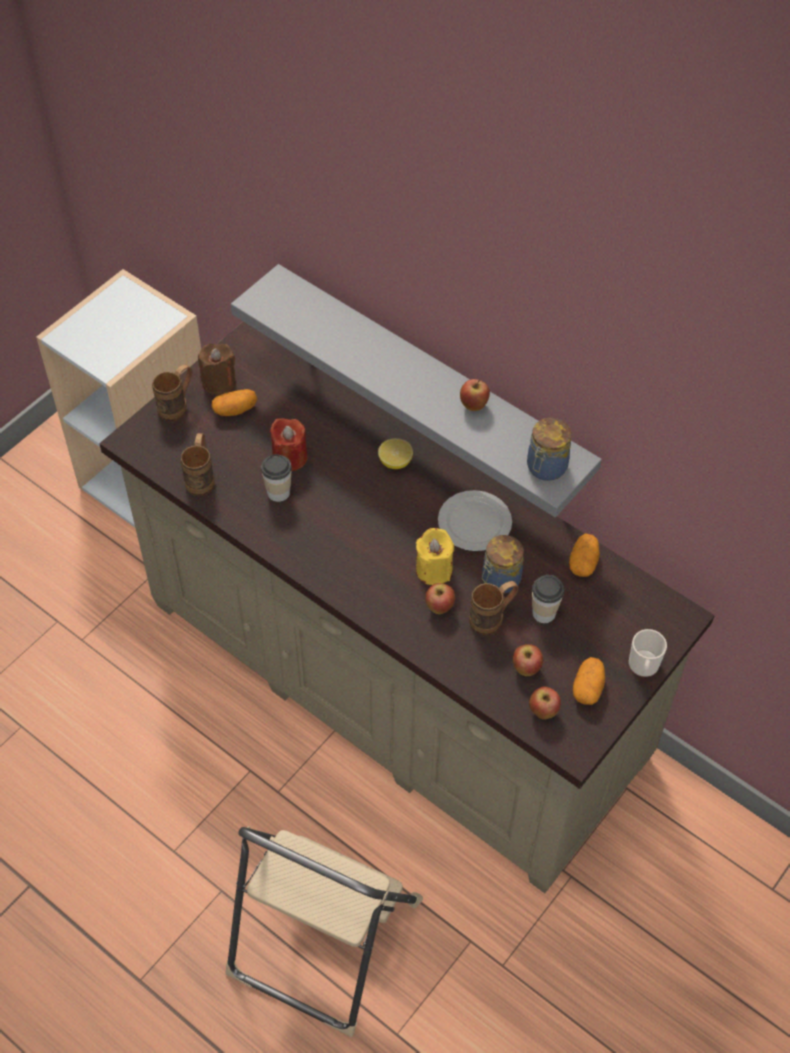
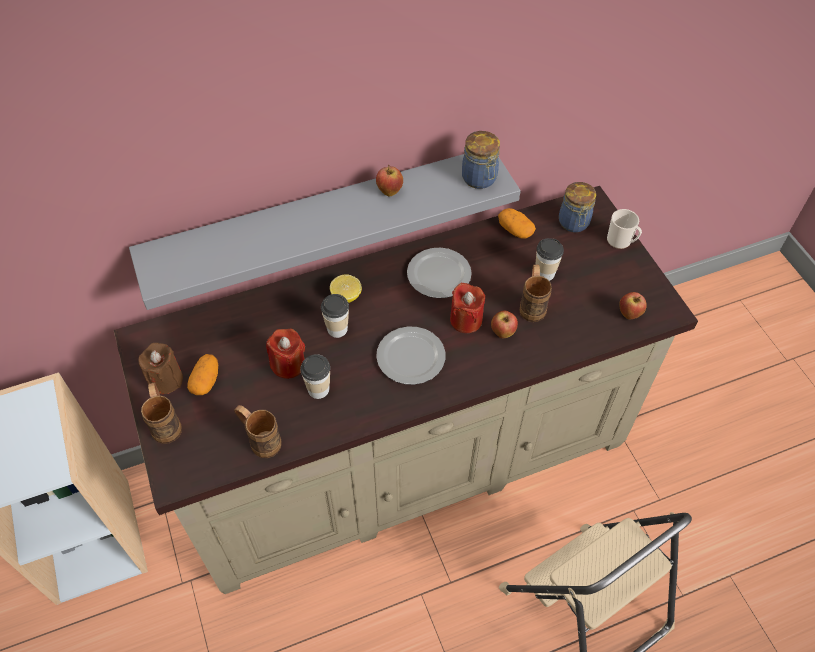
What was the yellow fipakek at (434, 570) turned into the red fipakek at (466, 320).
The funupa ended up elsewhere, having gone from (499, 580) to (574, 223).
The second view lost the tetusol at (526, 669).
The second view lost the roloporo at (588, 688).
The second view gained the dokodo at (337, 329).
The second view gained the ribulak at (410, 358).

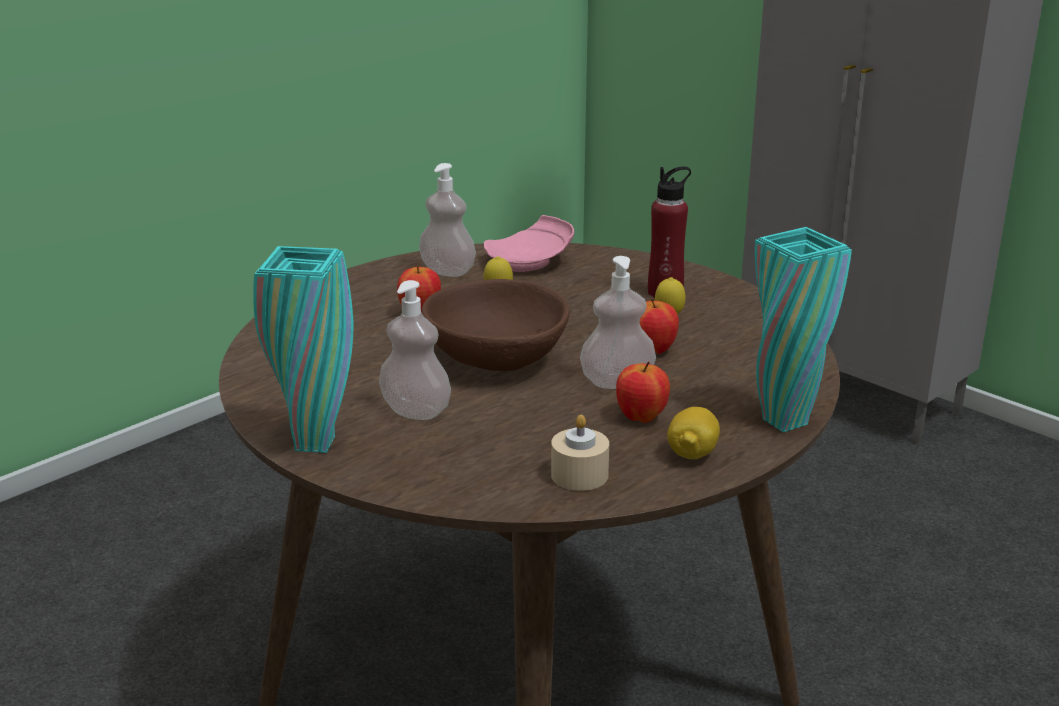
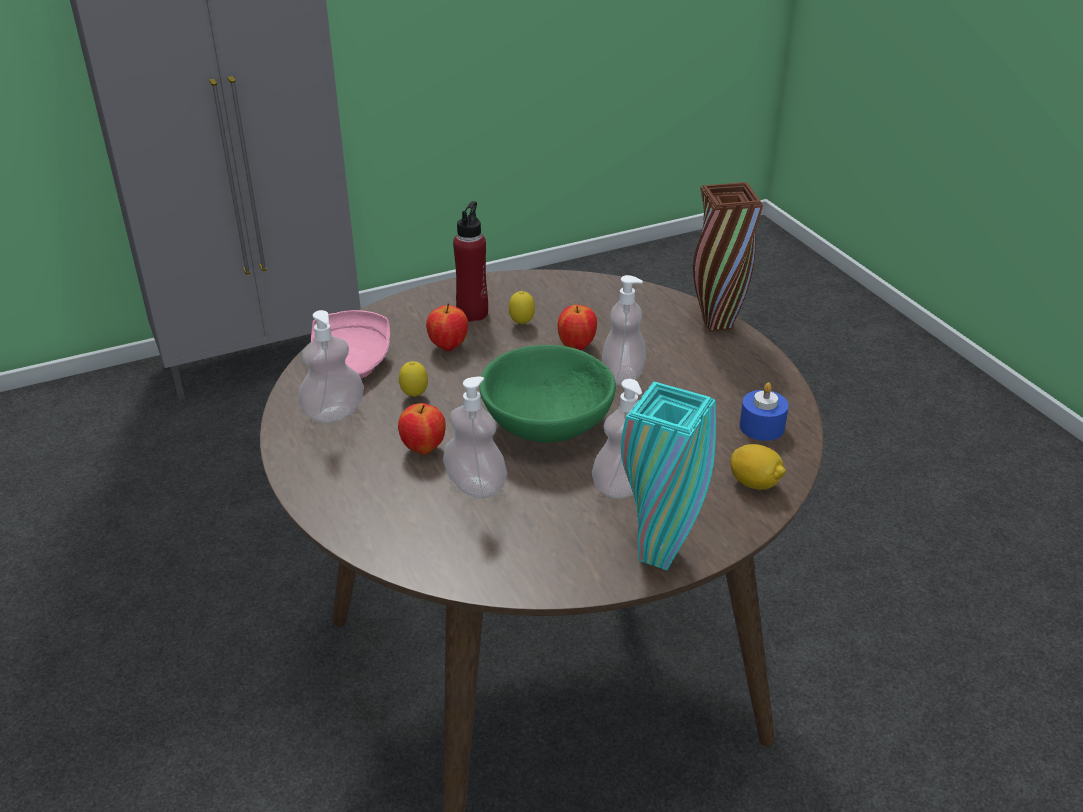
What was the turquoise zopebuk at (785, 421) turned into the brown zopebuk at (717, 323).
What was the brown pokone at (497, 360) turned into the green pokone at (549, 424).
The tetusol ended up elsewhere, having gone from (641, 418) to (448, 346).
The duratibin ended up elsewhere, having gone from (692, 454) to (755, 483).
What was the beige fipakek at (579, 475) turned into the blue fipakek at (762, 427).
The second view gained the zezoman at (475, 486).

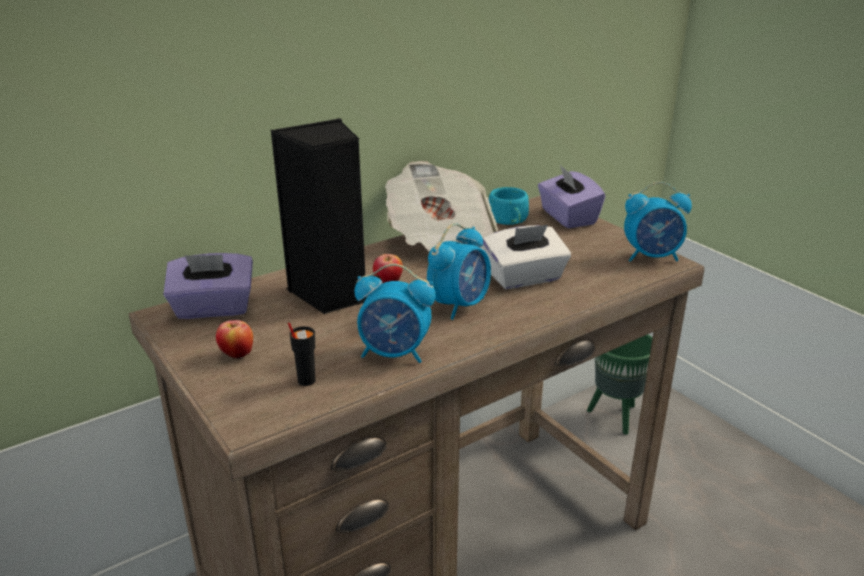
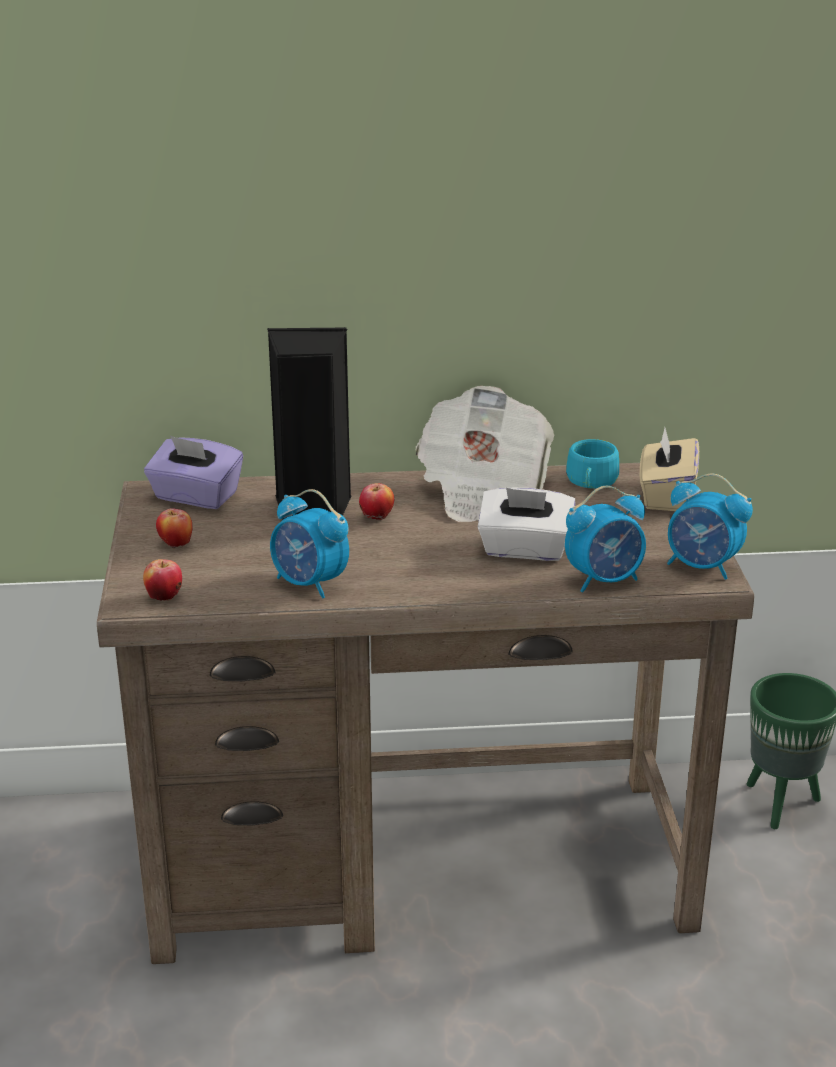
What was the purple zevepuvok at (567, 217) turned into the beige zevepuvok at (666, 496).
The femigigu ended up elsewhere, having gone from (459, 305) to (604, 580).
The second view lost the black dokodo at (306, 380).
The second view gained the tetusol at (164, 597).

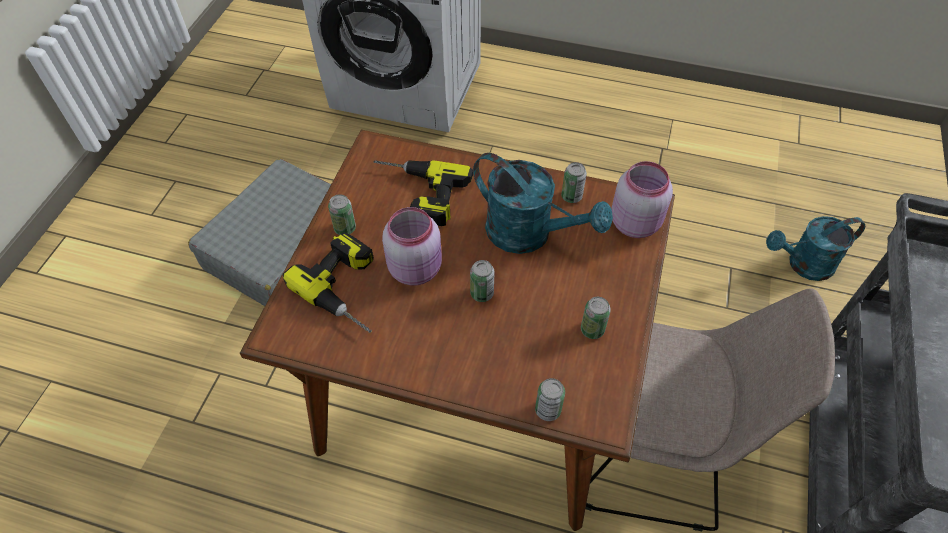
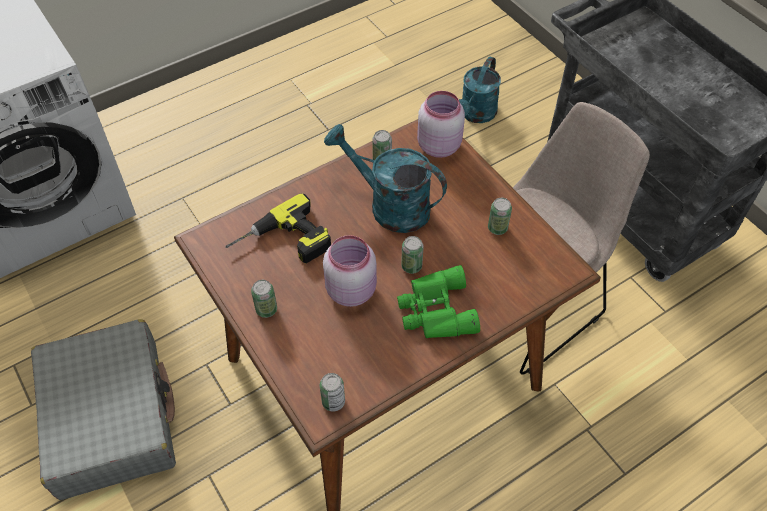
The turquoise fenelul at (529, 234) ended up facing another way, 135 degrees counterclockwise from before.
The second view lost the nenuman at (350, 288).
The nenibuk ended up elsewhere, having gone from (548, 410) to (333, 402).
The second view gained the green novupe at (435, 311).

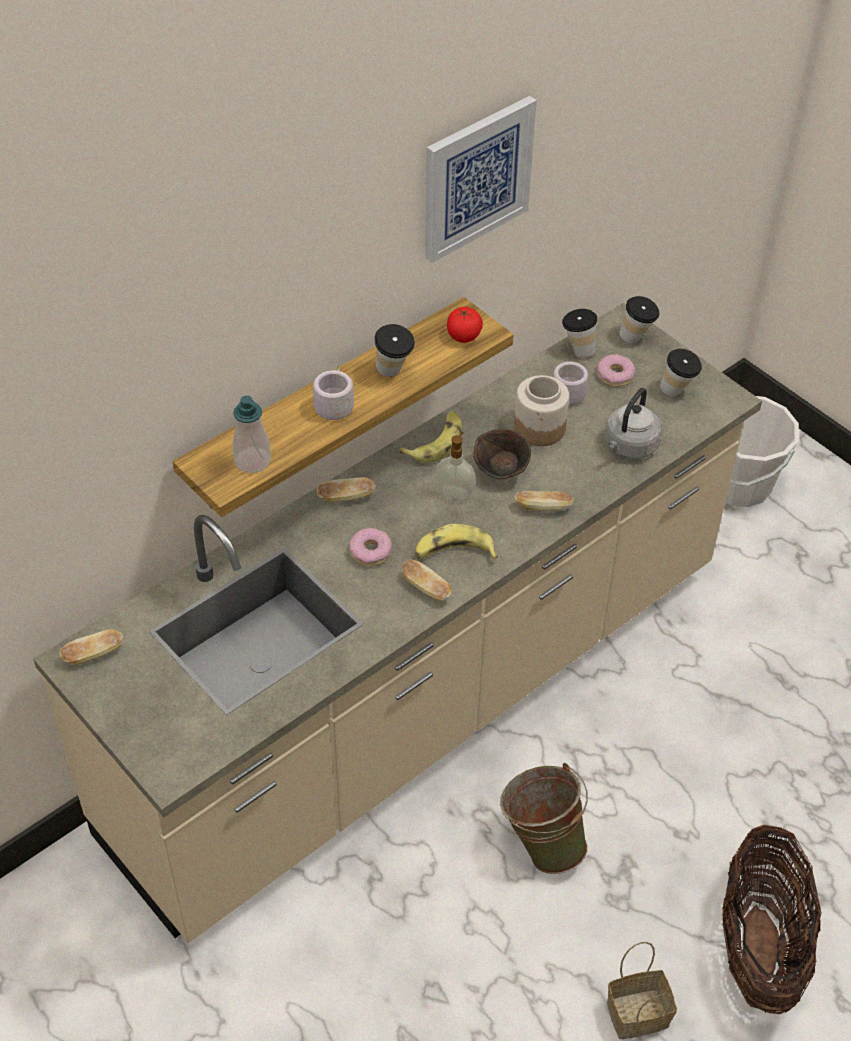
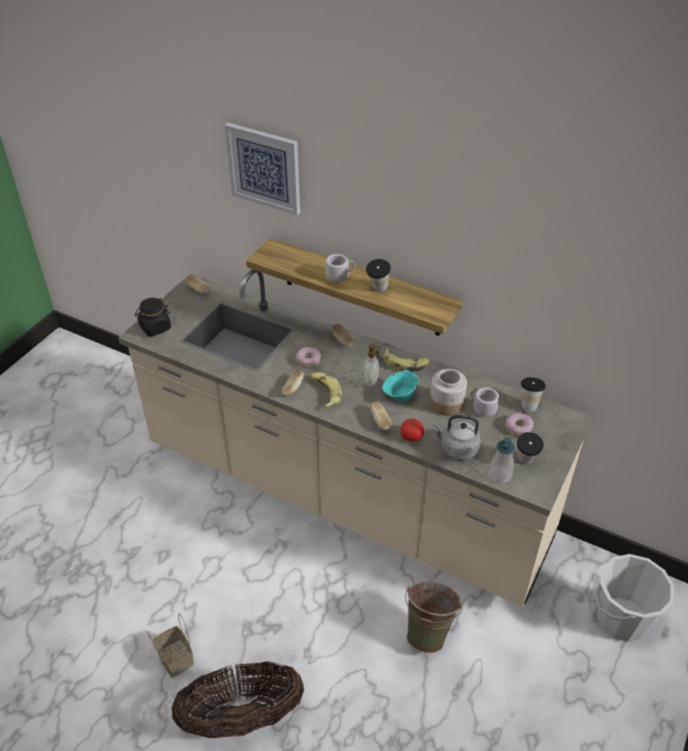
The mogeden ended up elsewhere, having gone from (476, 178) to (264, 168).
The second view lost the dokodo at (636, 338).
The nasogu ended up elsewhere, having gone from (463, 336) to (411, 437).
The zezoman ended up elsewhere, having gone from (252, 461) to (500, 475).
What was the brown pokone at (502, 471) turned into the turquoise pokone at (400, 396).
The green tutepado ended up elsewhere, having gone from (541, 843) to (429, 631).
The second view gained the black funupa at (155, 328).

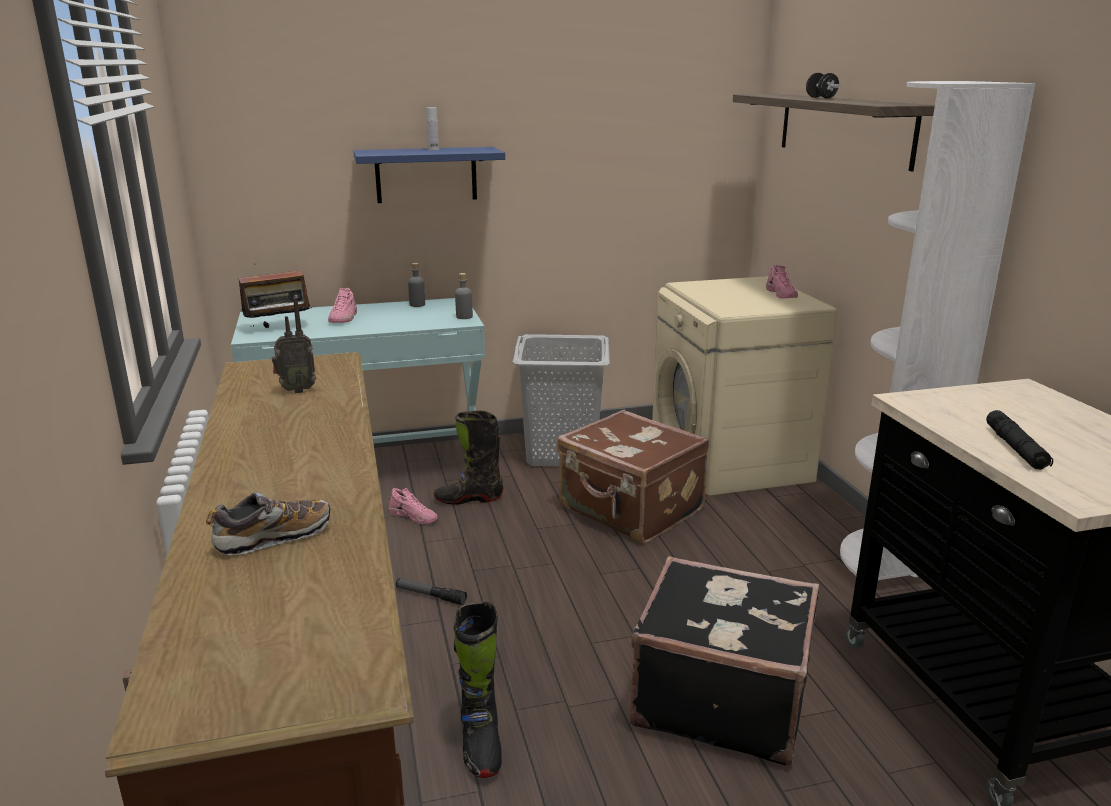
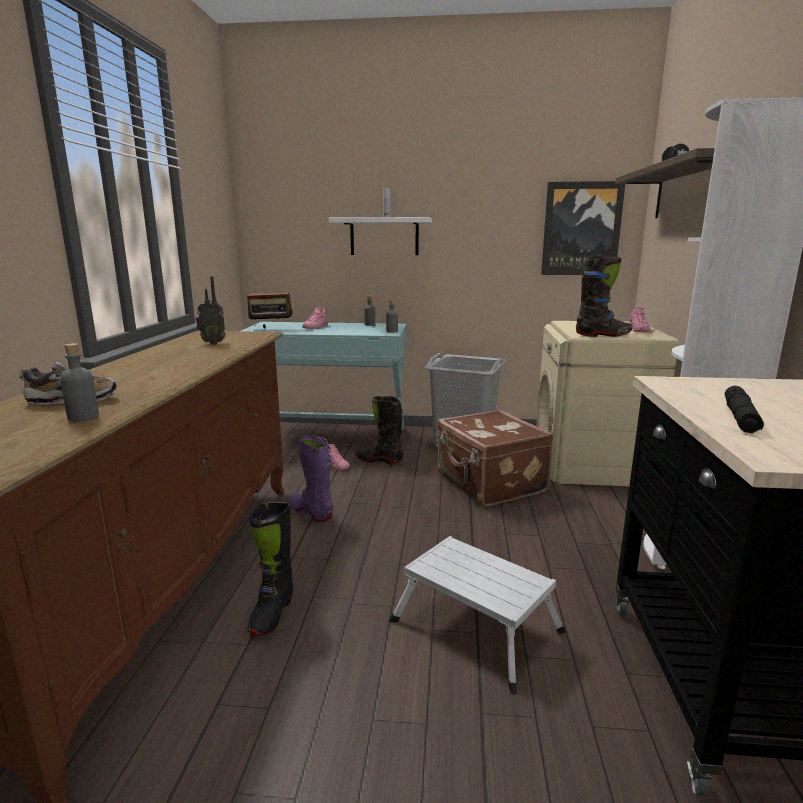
What was the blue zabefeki at (426, 175) turned into the white zabefeki at (384, 236).
Where the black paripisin stood at (720, 697), the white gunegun came to stand at (475, 625).
Where the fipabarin stood at (430, 596), the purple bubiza came to stand at (311, 512).
The second view gained the mogeden at (581, 229).
The second view gained the black bubiza at (603, 335).
The second view gained the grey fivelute at (83, 417).

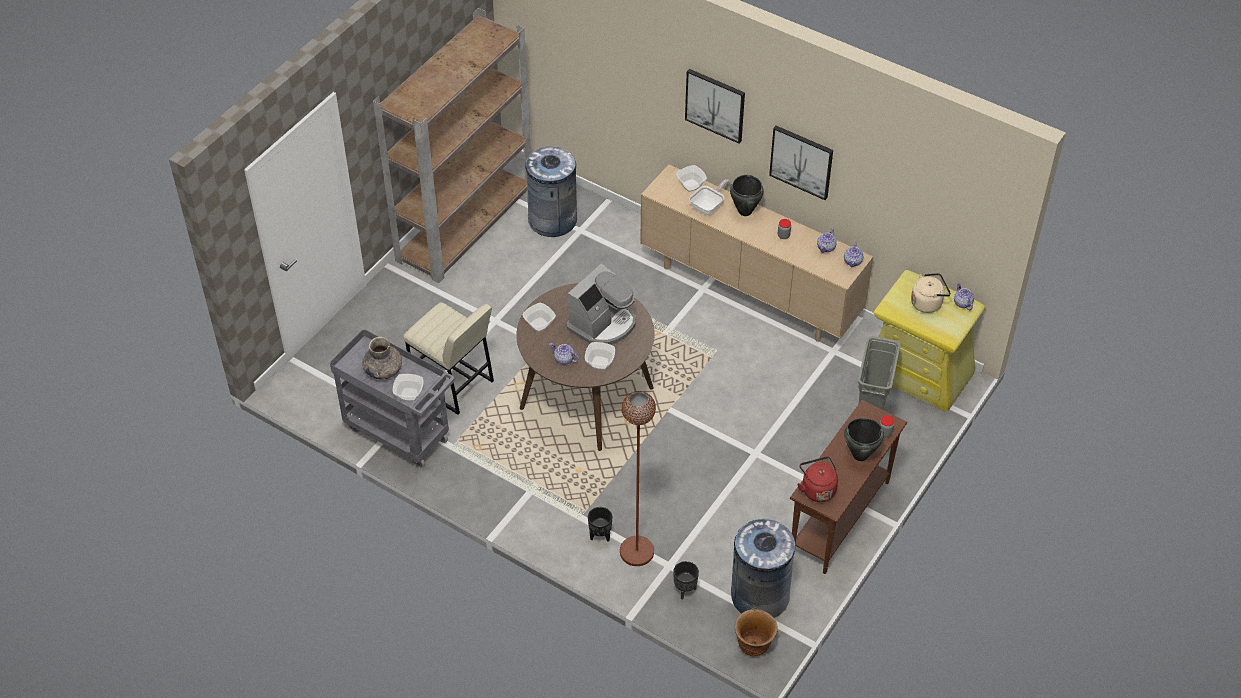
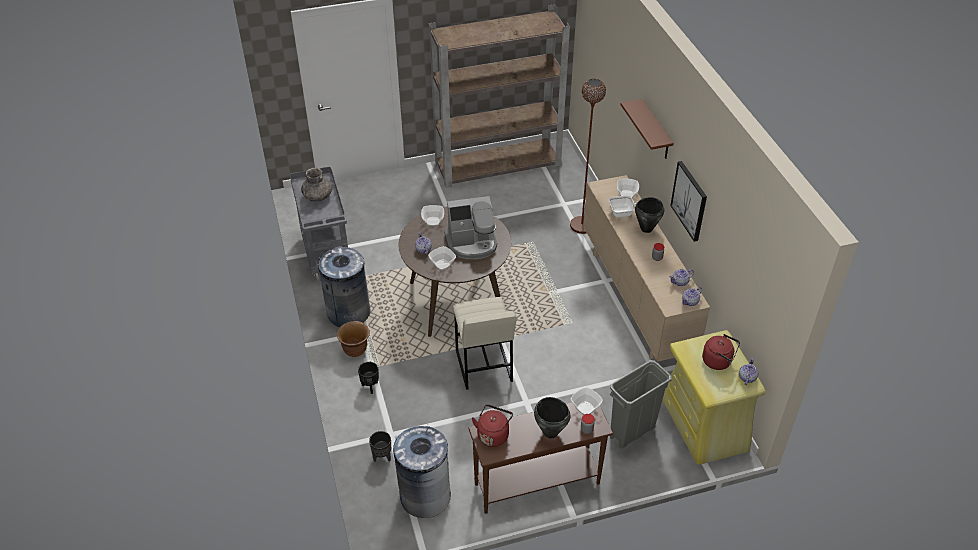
Where the mogeden hung at (715, 105), the brown zabefeki came to hang at (656, 131).
The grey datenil ended up elsewhere, having gone from (552, 220) to (348, 312).
What was the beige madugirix at (928, 303) turned into the red madugirix at (718, 361).
The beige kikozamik ended up elsewhere, having gone from (454, 384) to (484, 367).
The pokone ended up elsewhere, having gone from (409, 394) to (585, 408).
The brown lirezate ended up elsewhere, having gone from (636, 552) to (581, 225).
The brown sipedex ended up elsewhere, having gone from (753, 645) to (355, 350).

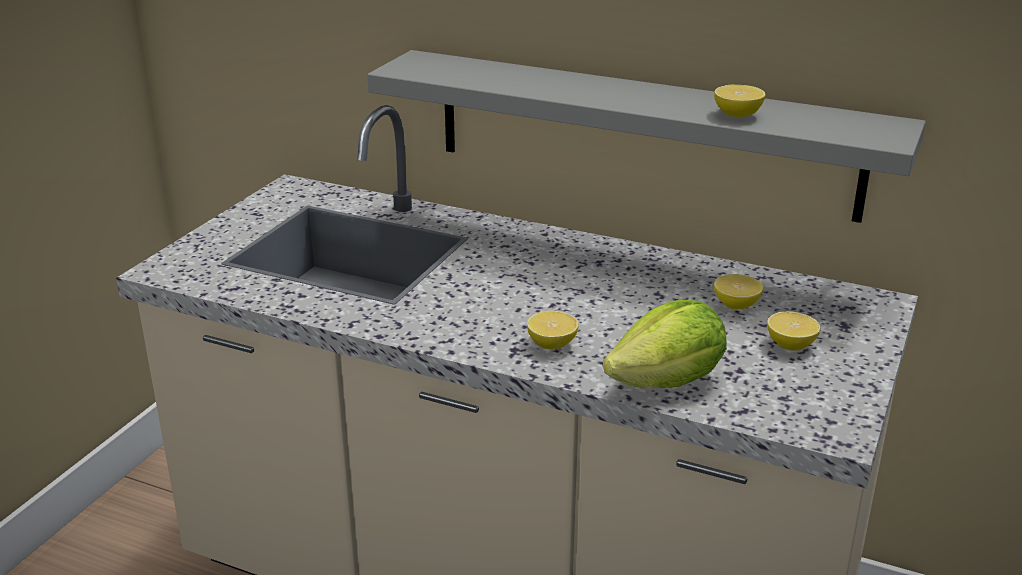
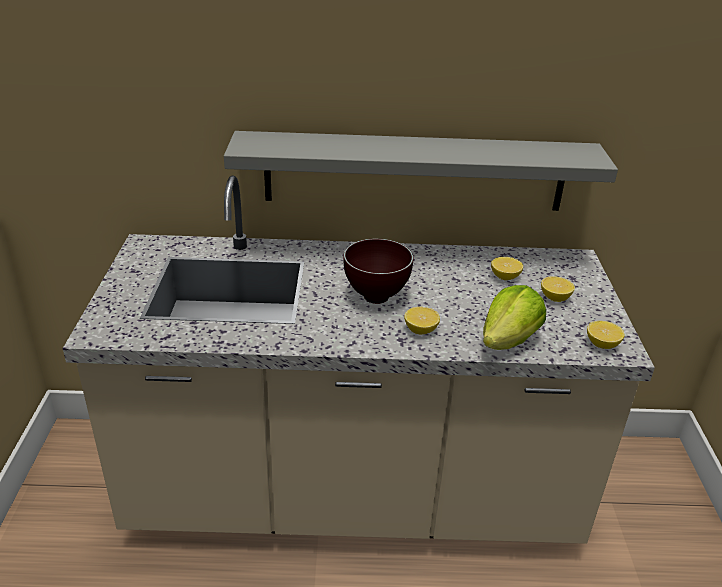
The duratibin ended up elsewhere, having gone from (737, 115) to (602, 344).
The second view gained the brown pokone at (376, 299).

